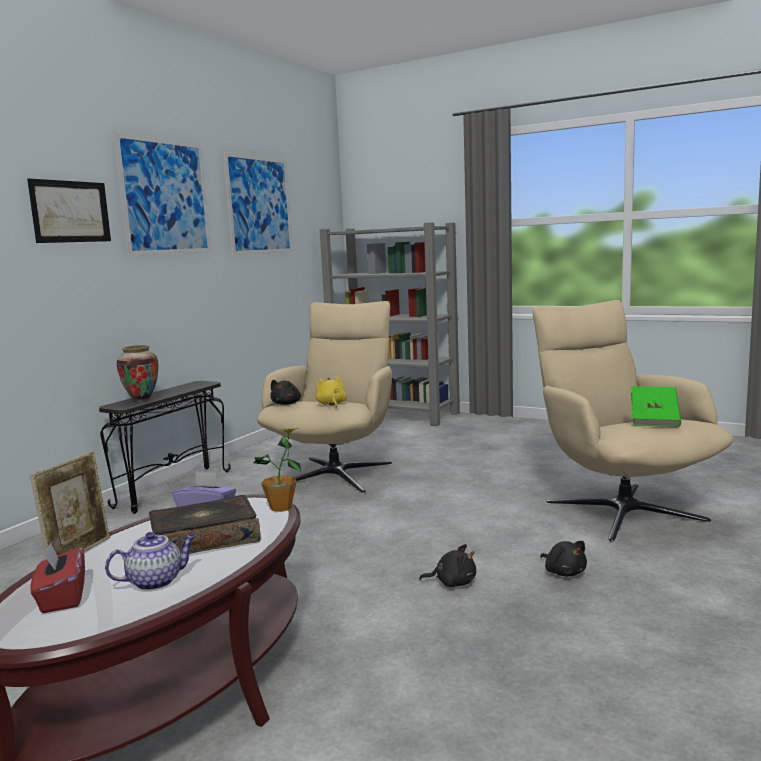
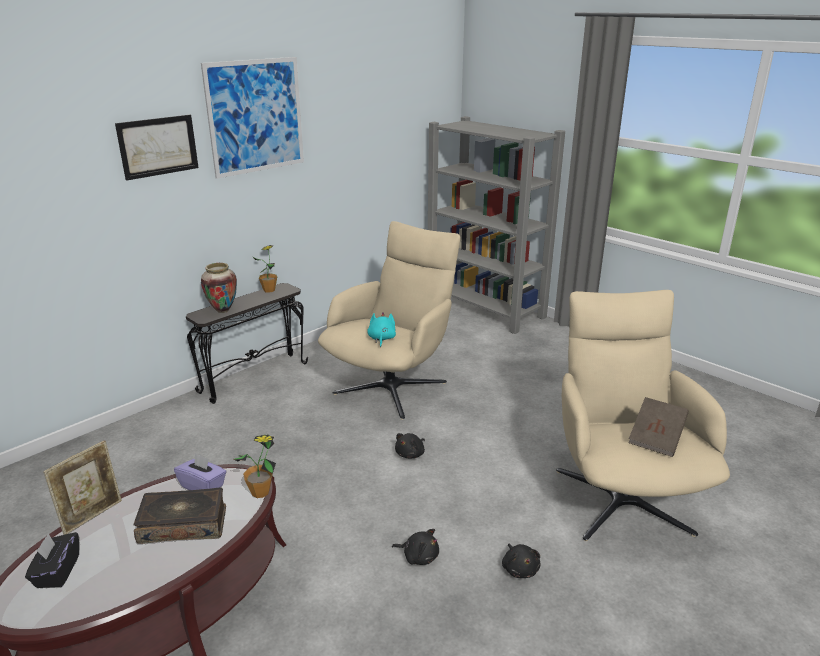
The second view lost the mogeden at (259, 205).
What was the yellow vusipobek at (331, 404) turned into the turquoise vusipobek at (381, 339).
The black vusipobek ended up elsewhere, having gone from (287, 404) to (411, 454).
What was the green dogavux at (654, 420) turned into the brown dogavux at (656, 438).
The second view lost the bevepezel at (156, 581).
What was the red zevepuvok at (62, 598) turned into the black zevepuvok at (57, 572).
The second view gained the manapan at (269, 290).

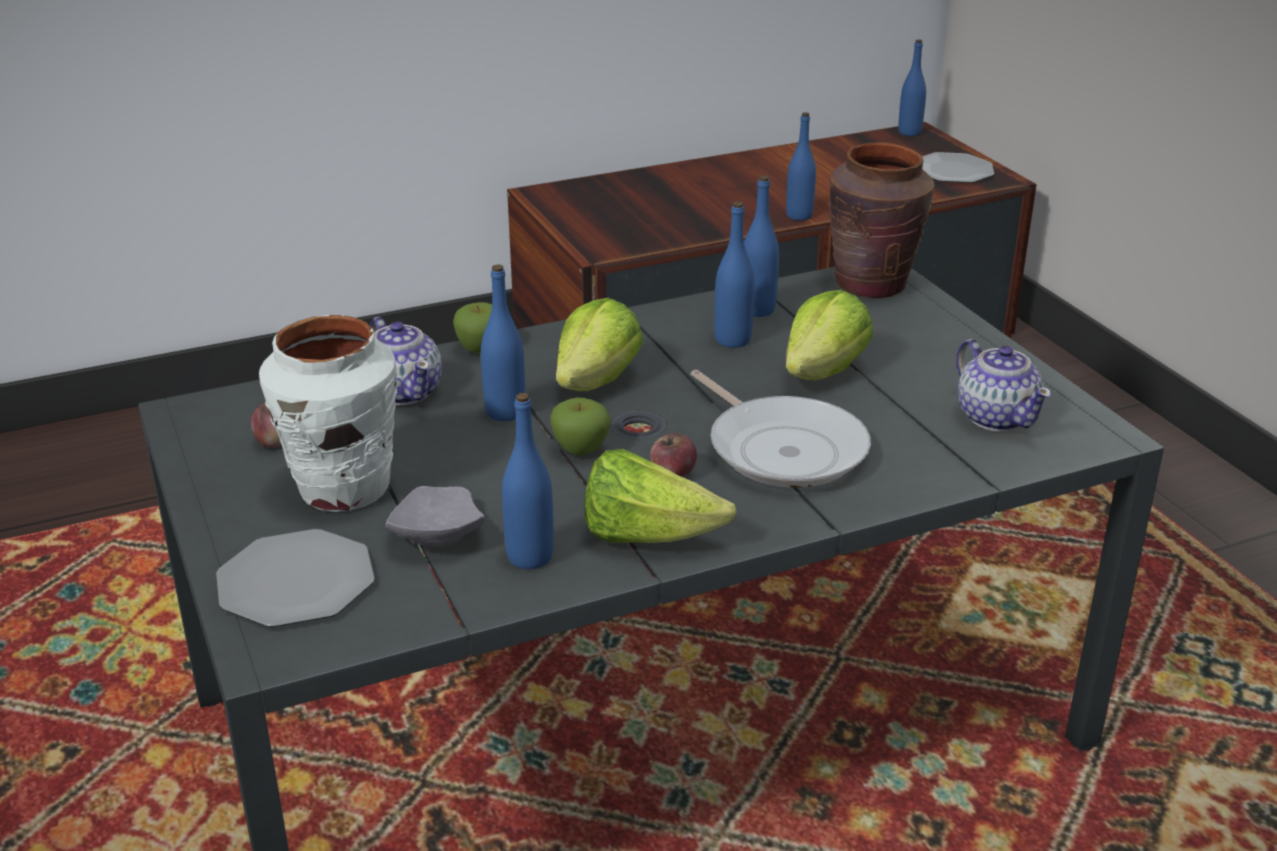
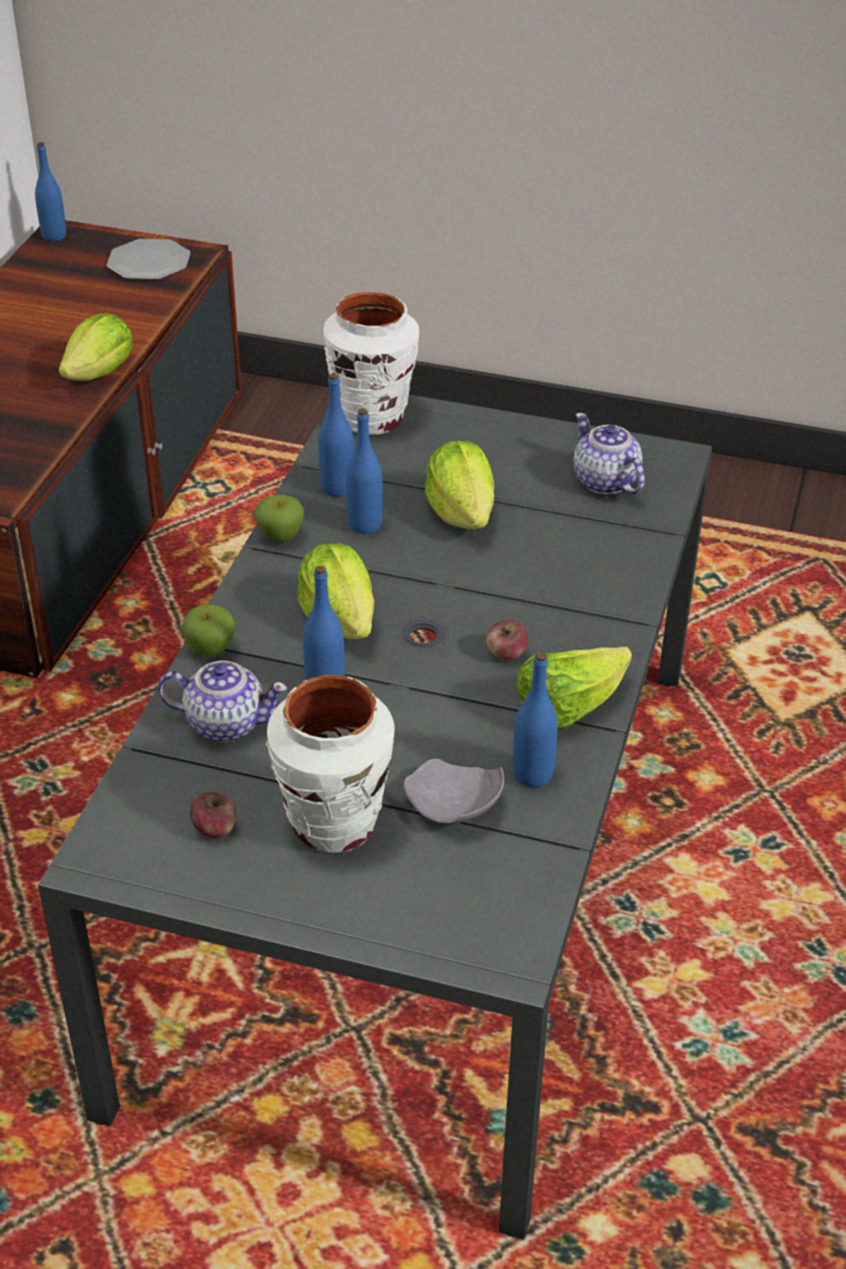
Where the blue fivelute stood at (799, 216), the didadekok came to stand at (101, 373).
What was the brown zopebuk at (872, 284) turned into the white zopebuk at (372, 418).
The bevepezel at (996, 417) ended up facing another way, 135 degrees counterclockwise from before.
The second view lost the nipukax at (782, 448).
The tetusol ended up elsewhere, having gone from (581, 449) to (280, 536).
The second view lost the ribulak at (295, 582).

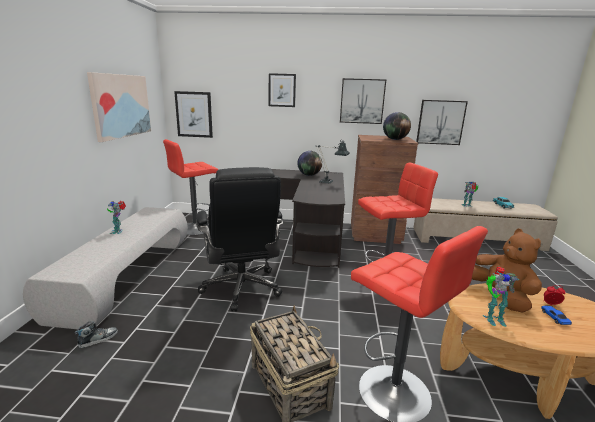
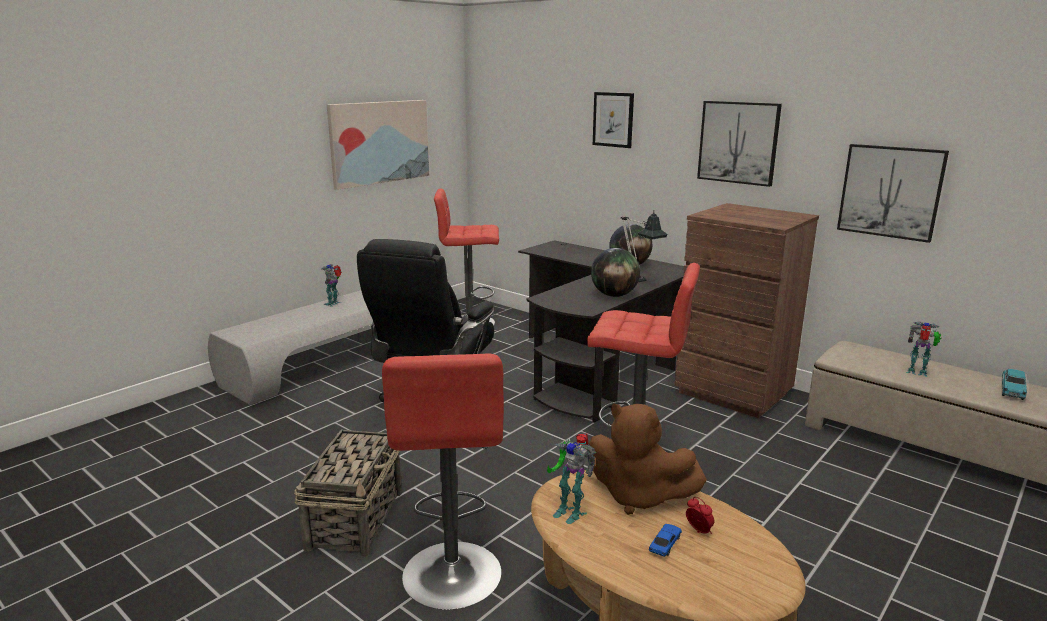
The second view lost the mogeden at (194, 114).
The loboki ended up elsewhere, having gone from (395, 139) to (614, 295).
The brown vusipobek at (500, 296) ended up facing another way, 105 degrees clockwise from before.
The second view lost the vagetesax at (98, 339).

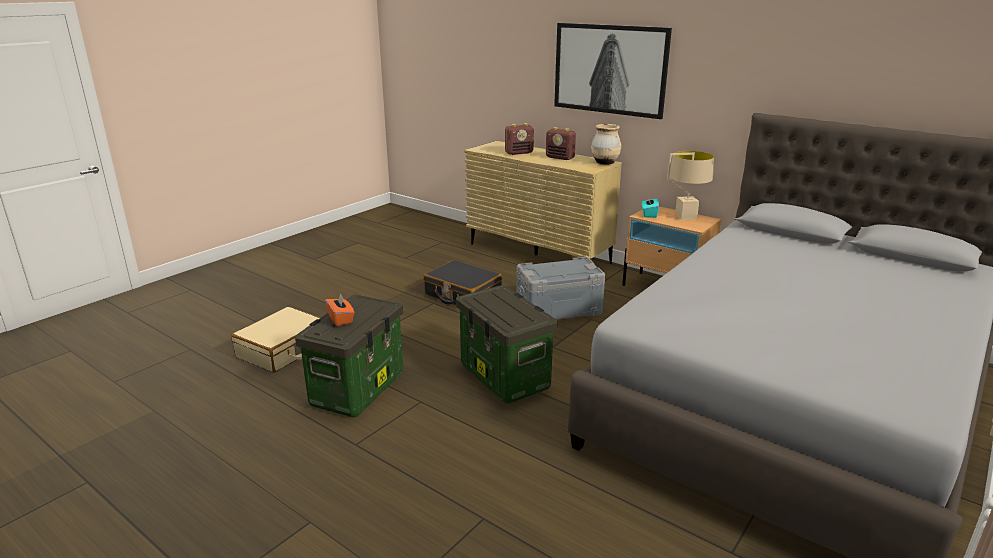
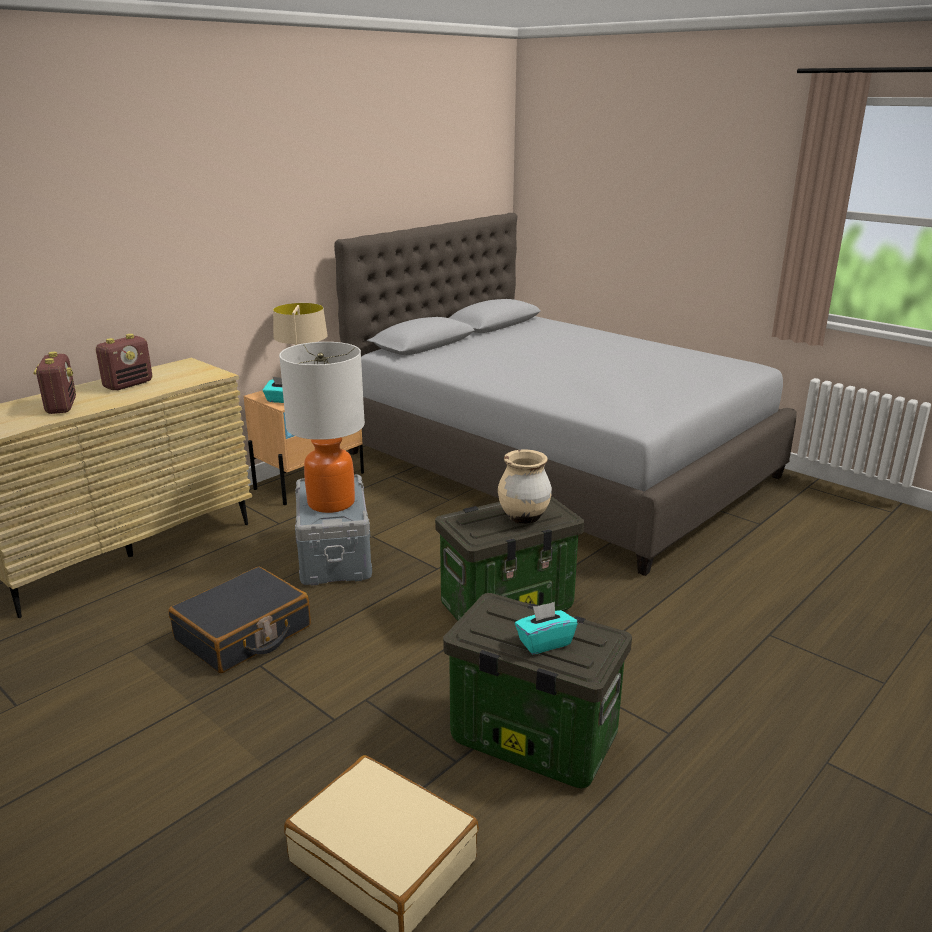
The second view lost the mogeden at (610, 69).
The beige zopebuk ended up elsewhere, having gone from (605, 163) to (523, 517).
What was the orange zevepuvok at (341, 319) turned into the turquoise zevepuvok at (544, 642).
The second view gained the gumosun at (330, 503).

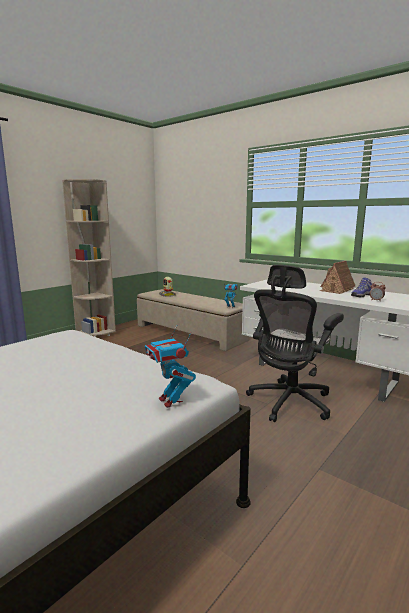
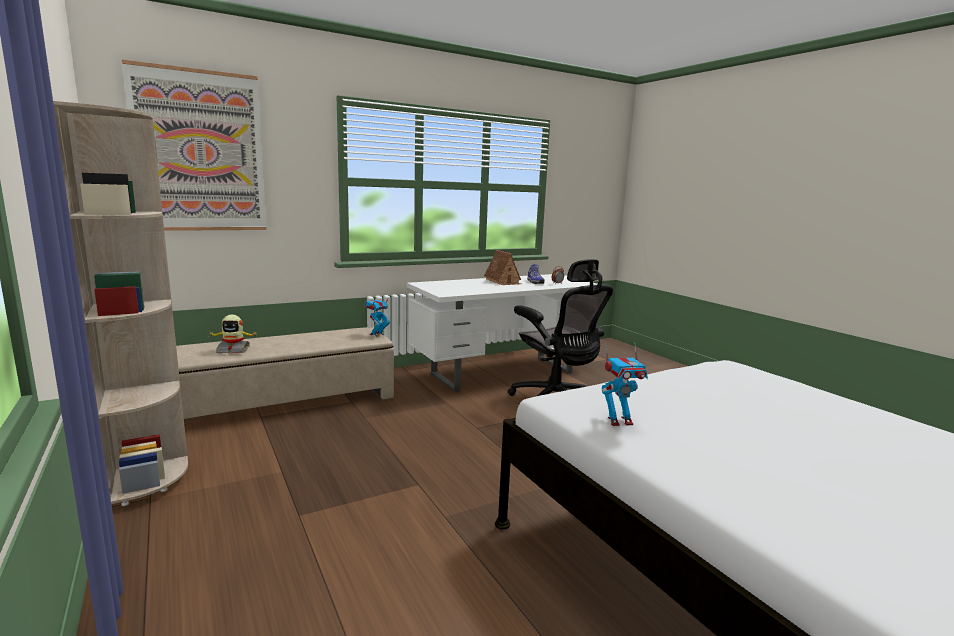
The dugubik ended up elsewhere, having gone from (170, 401) to (619, 421).
The second view gained the mogeden at (200, 152).

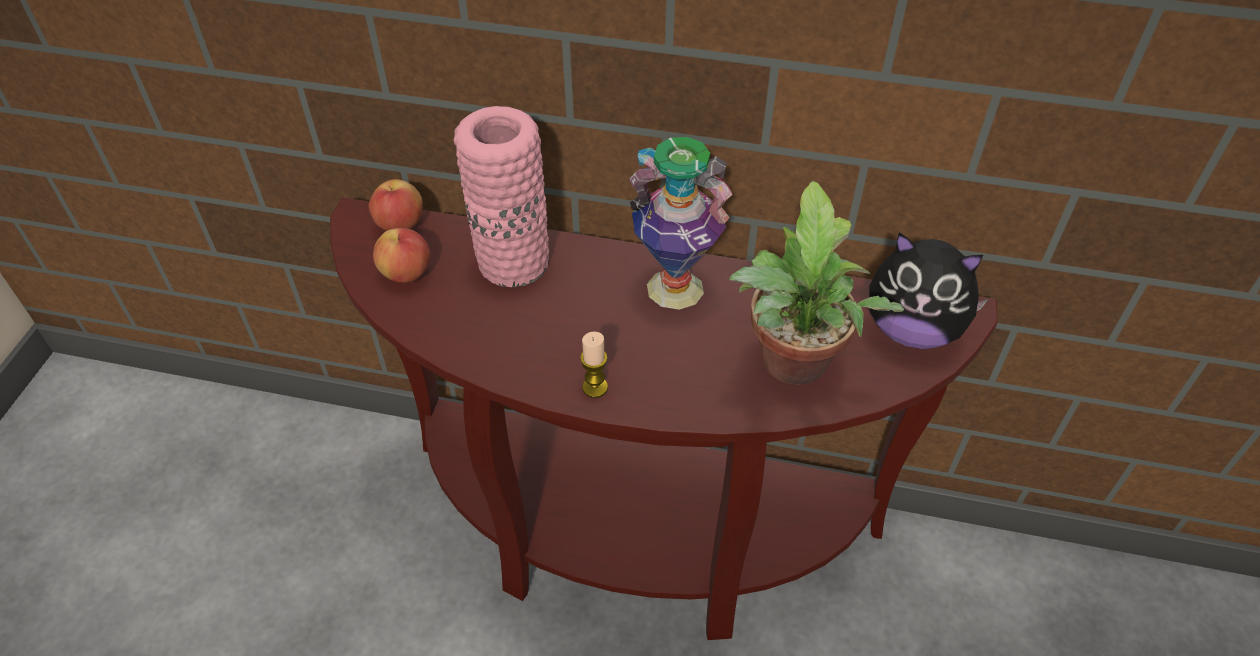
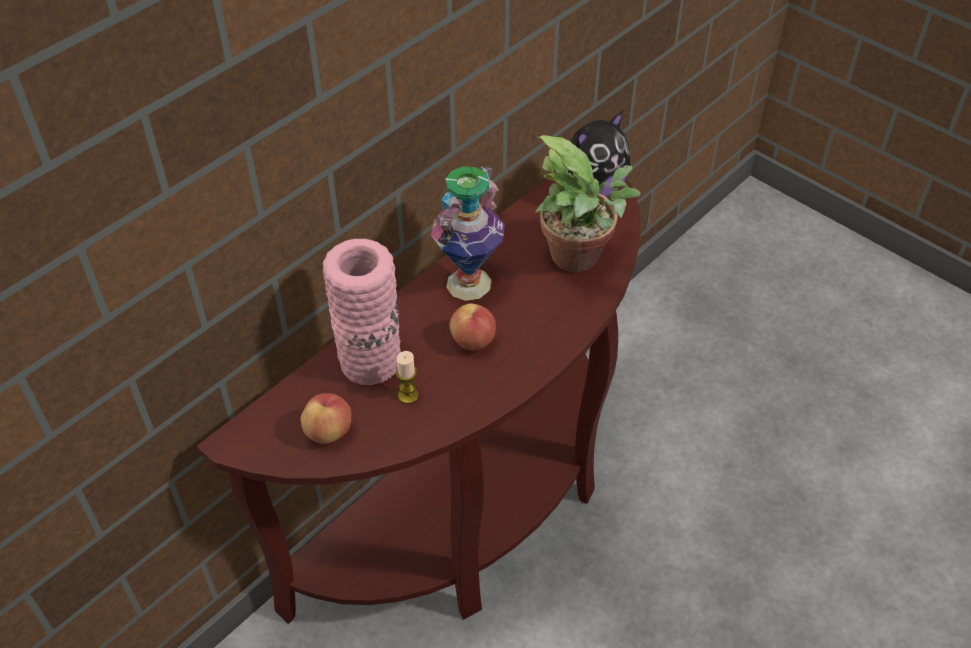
The tetusol ended up elsewhere, having gone from (400, 225) to (473, 341).
The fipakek ended up elsewhere, having gone from (595, 387) to (408, 395).

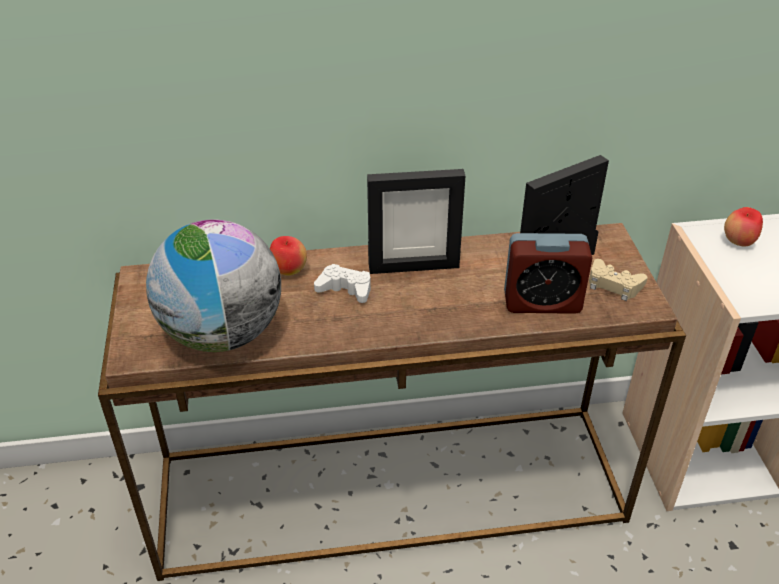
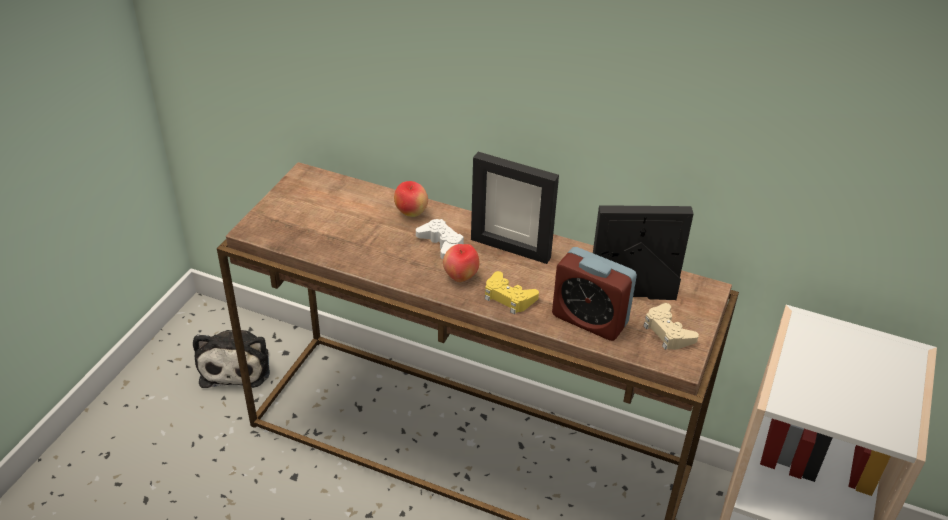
The tetusol ended up elsewhere, having gone from (738, 242) to (460, 277).
The second view lost the loboki at (222, 334).
The second view gained the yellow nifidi at (508, 297).
The second view gained the vusipobek at (236, 364).

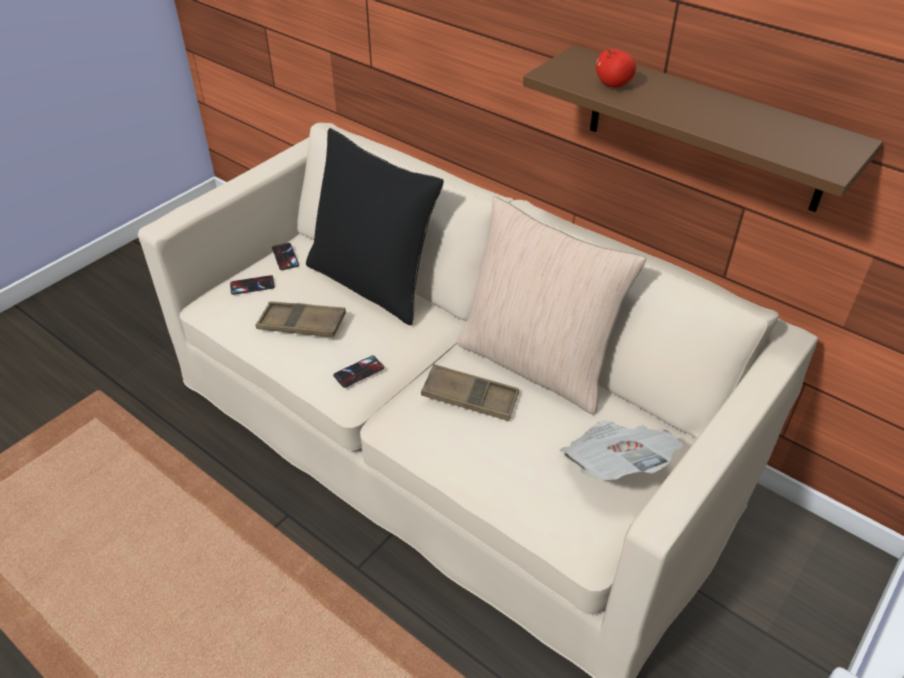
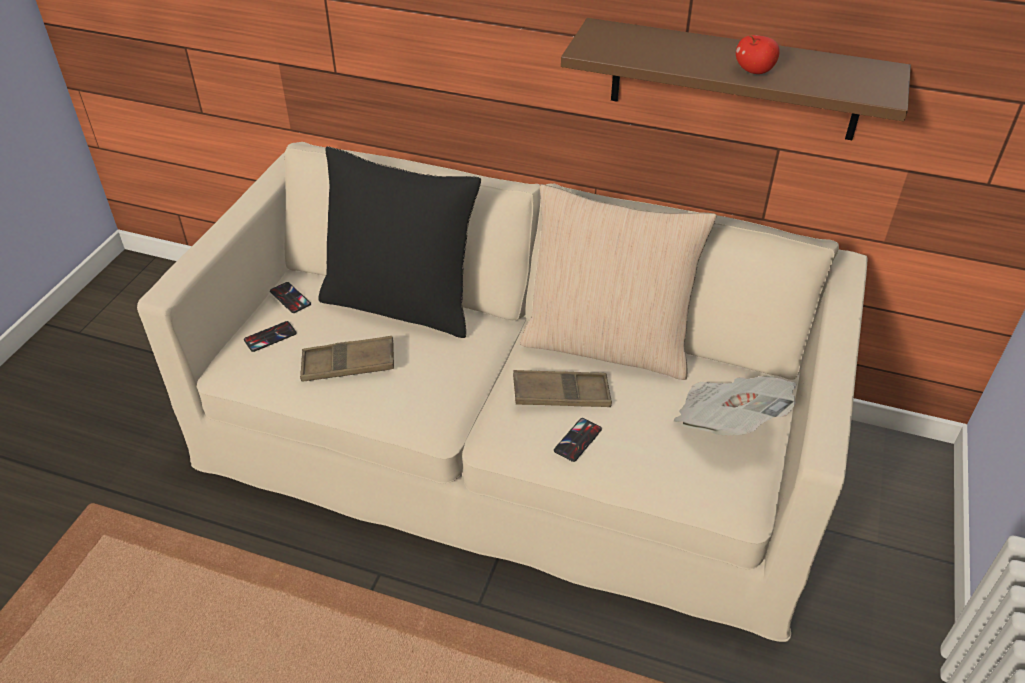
The tetusol ended up elsewhere, having gone from (613, 85) to (754, 71).
The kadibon ended up elsewhere, having gone from (359, 372) to (578, 440).

